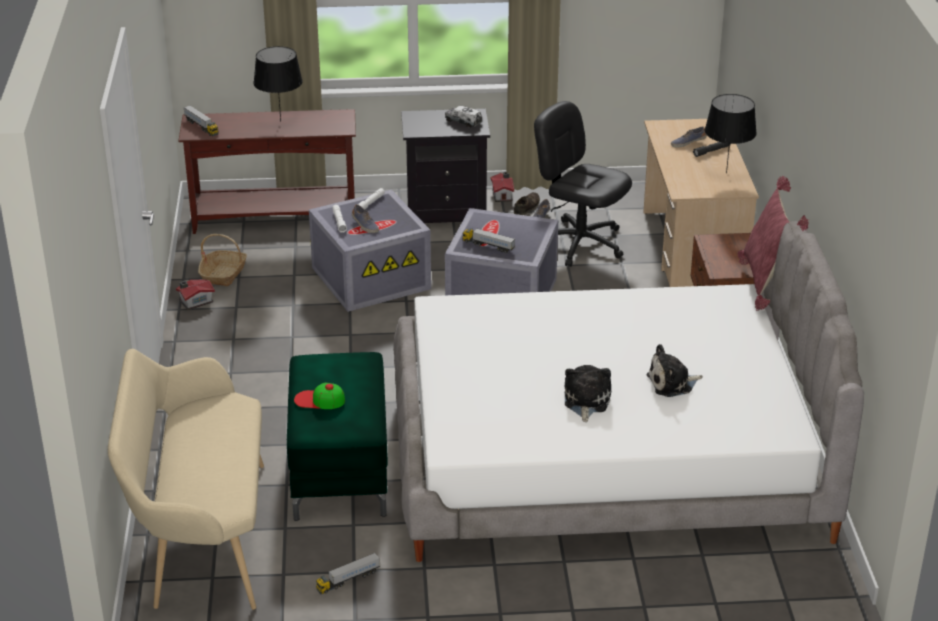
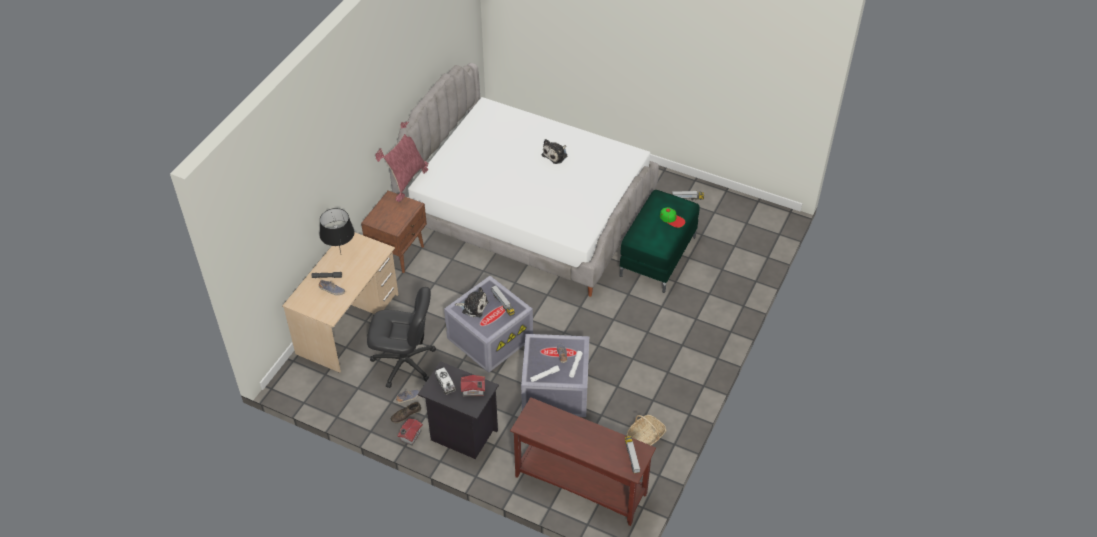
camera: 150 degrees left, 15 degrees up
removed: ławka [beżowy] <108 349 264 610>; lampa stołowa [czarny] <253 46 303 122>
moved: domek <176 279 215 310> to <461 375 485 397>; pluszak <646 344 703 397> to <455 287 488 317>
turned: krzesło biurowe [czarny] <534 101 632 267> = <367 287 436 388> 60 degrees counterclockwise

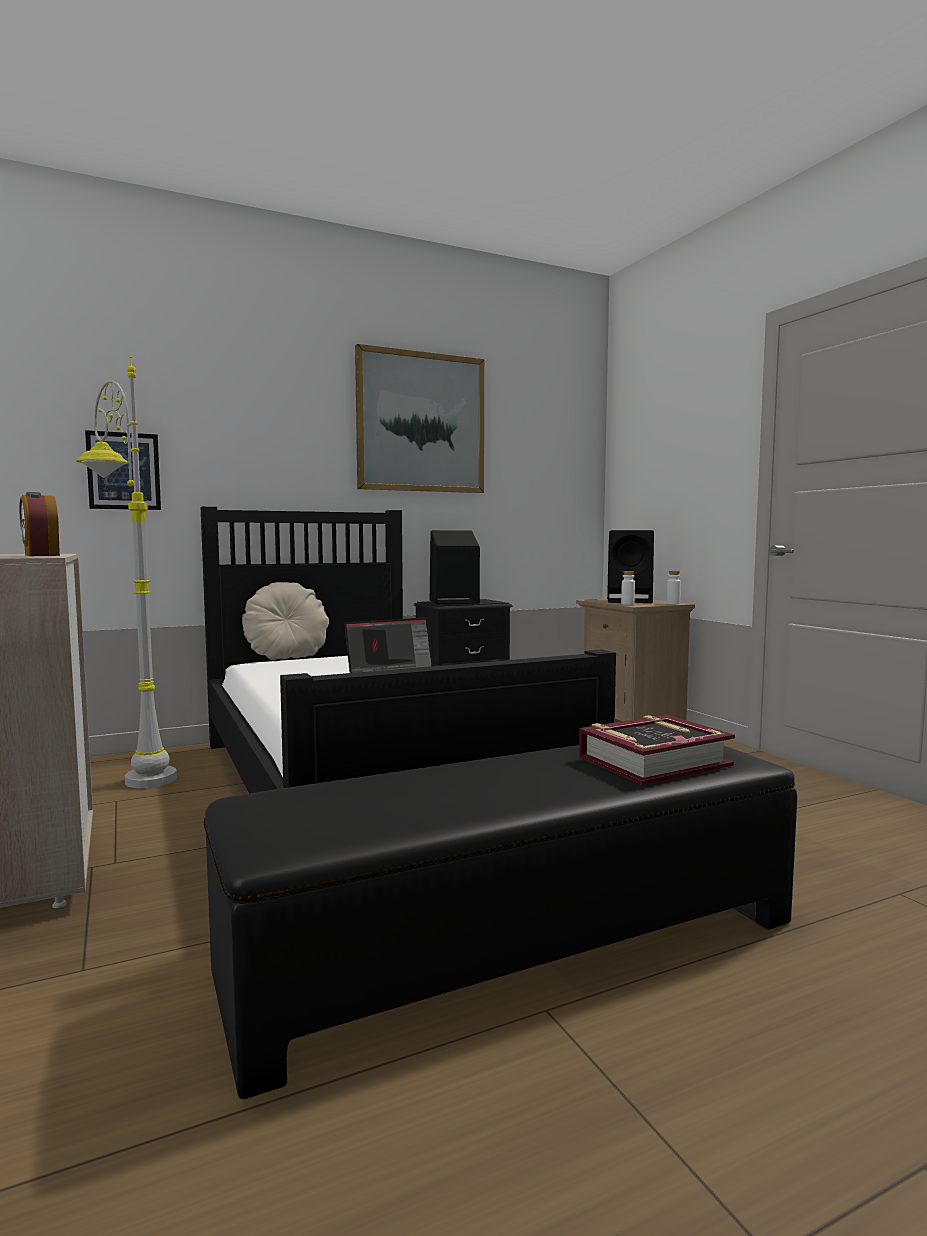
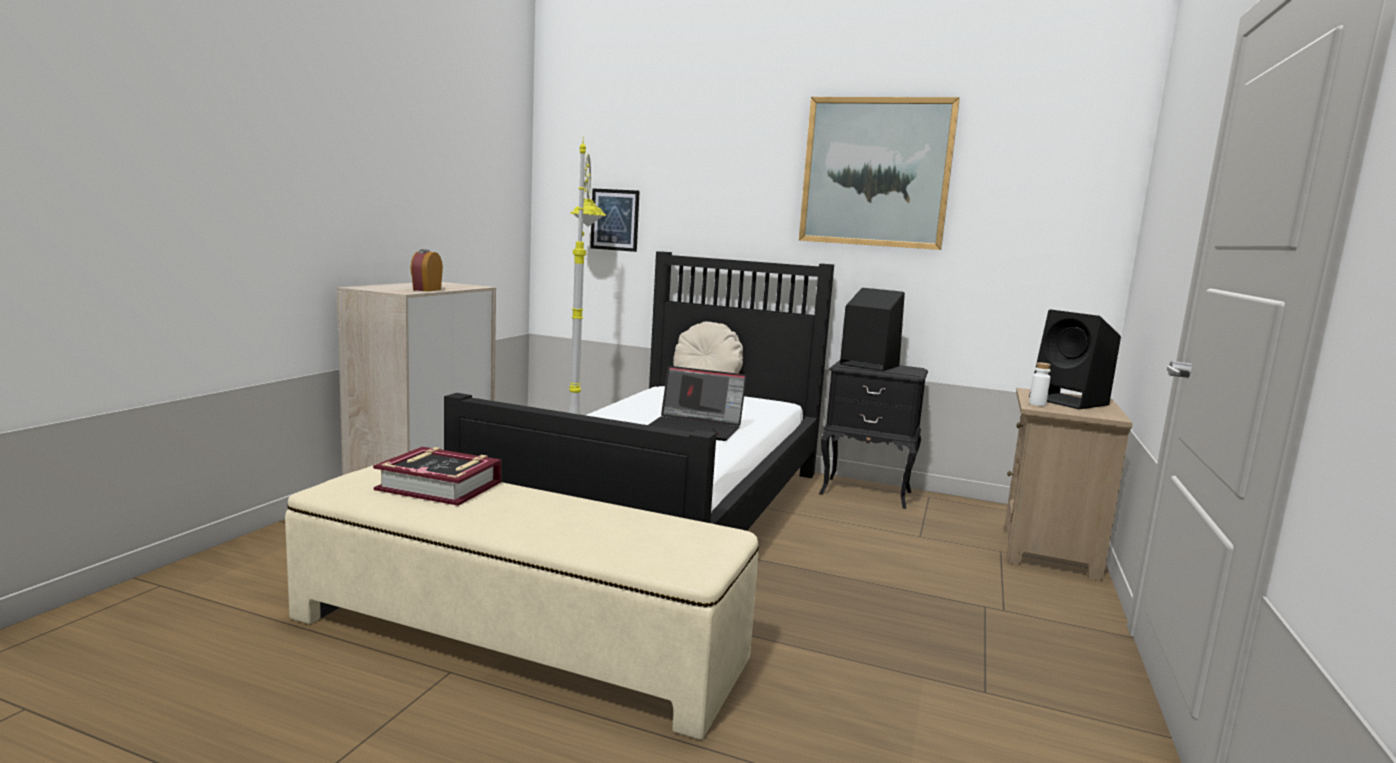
camera: 45 degrees right, 5 degrees up
removed: butelka [biały] <667 571 681 604>
moved: książka <579 715 735 785> to <373 447 501 506>
recoloured: ławka [czarny] <204 745 797 1099> to ławka [beżowy] <285 463 759 740>

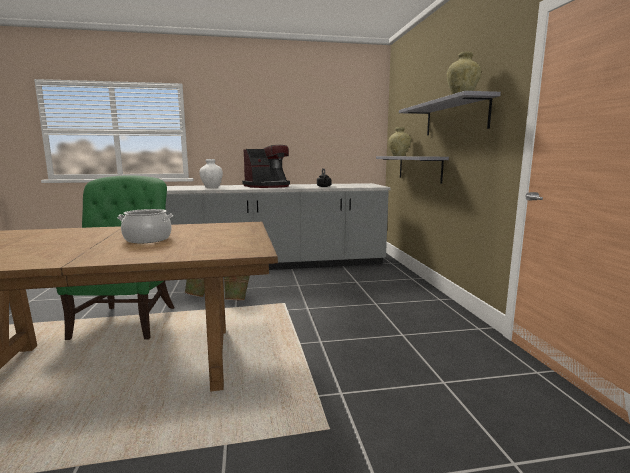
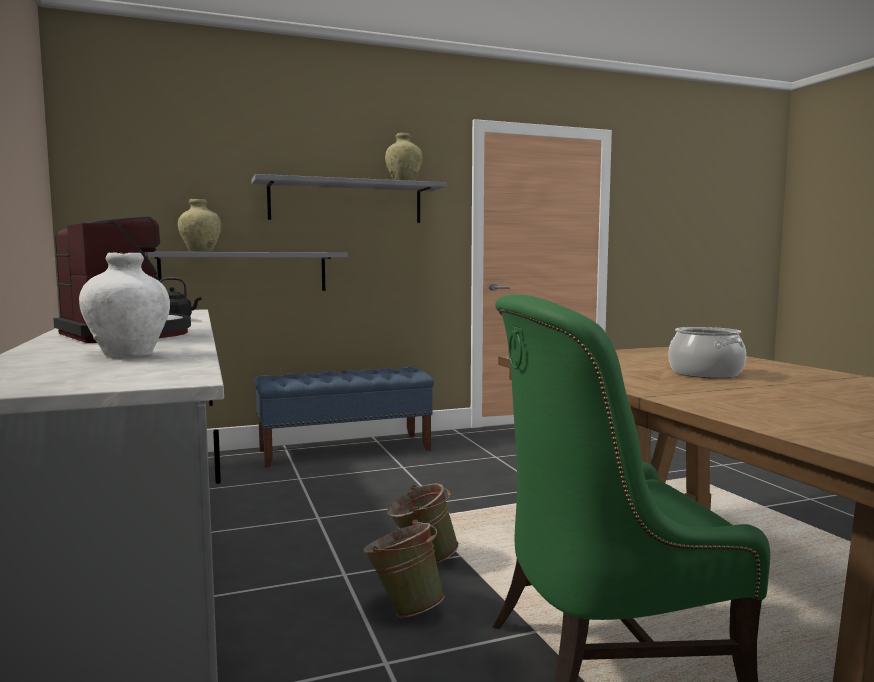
camera: 100 degrees left, 5 degrees down
added: ławka [niebieski] <254 367 434 467>

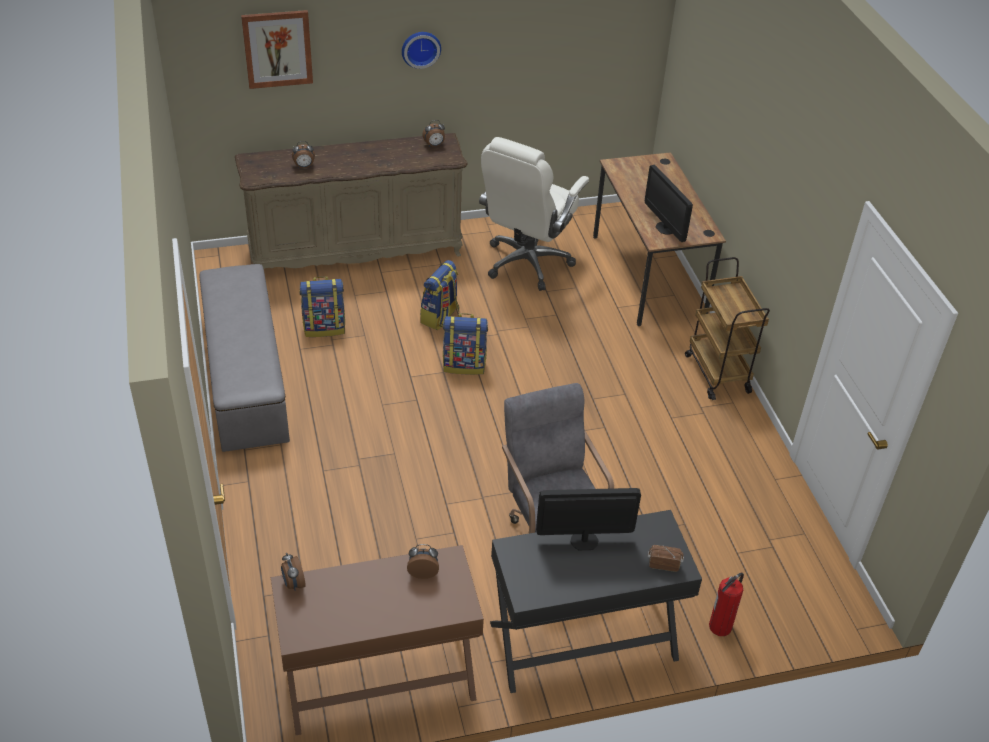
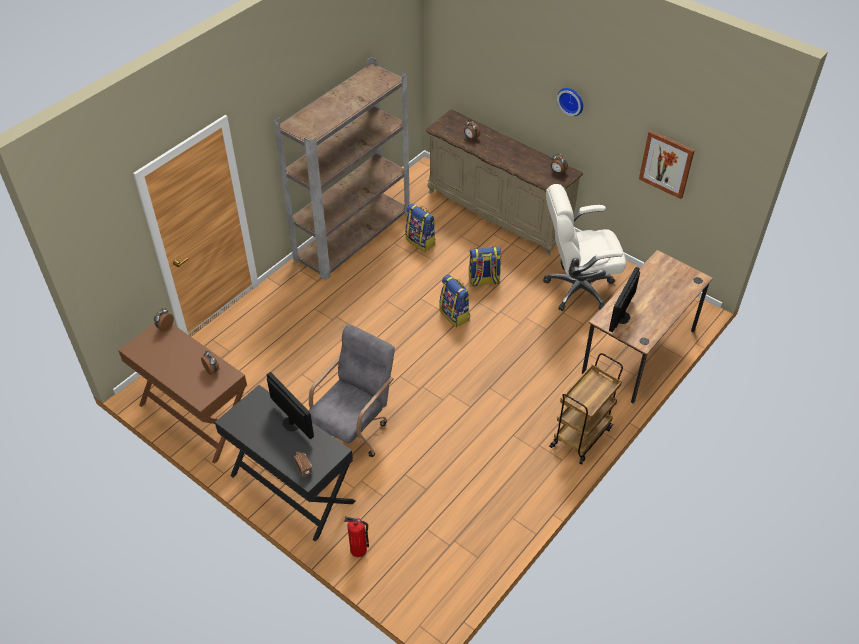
camera: 55 degrees right, 5 degrees up
moved: obraz <241 10 313 89> to <639 130 695 199>
replaced: ławka [szary] <200 264 290 452> to regał [brązowy] <273 57 410 280>

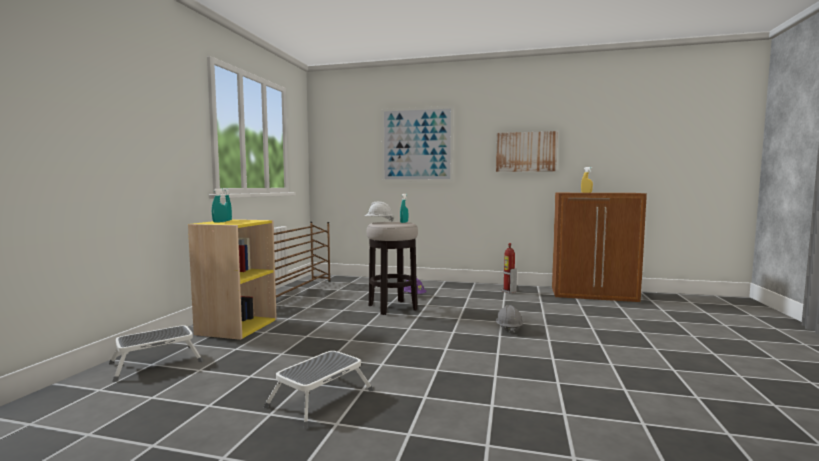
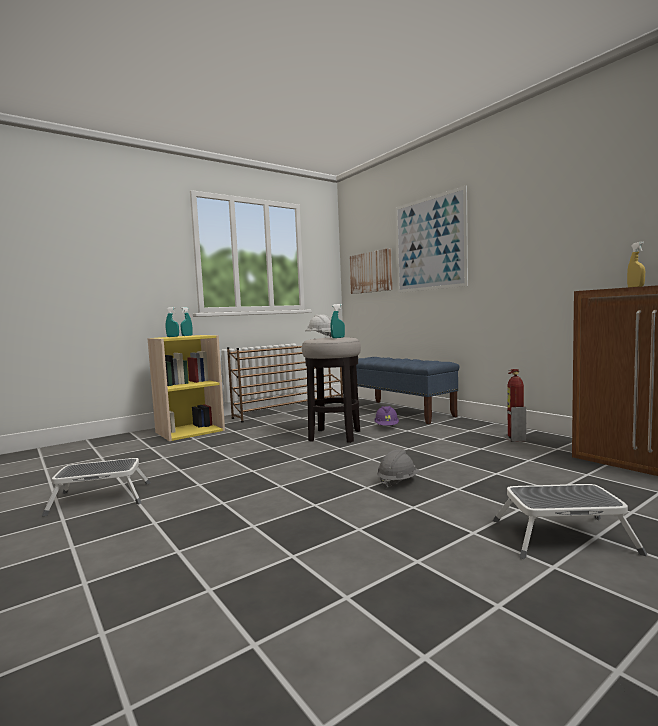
camera: 40 degrees right, 0 degrees up
added: ławka [niebieski] <356 357 459 424>
moved: drabinka [szary] <109 325 203 382> to <493 484 647 559>; obraz <496 131 558 172> to <350 248 392 294>

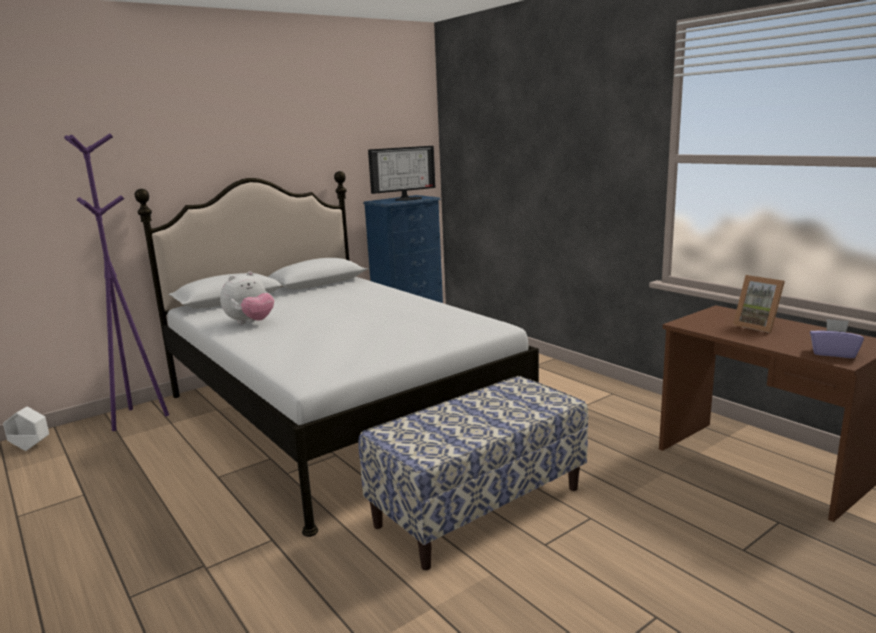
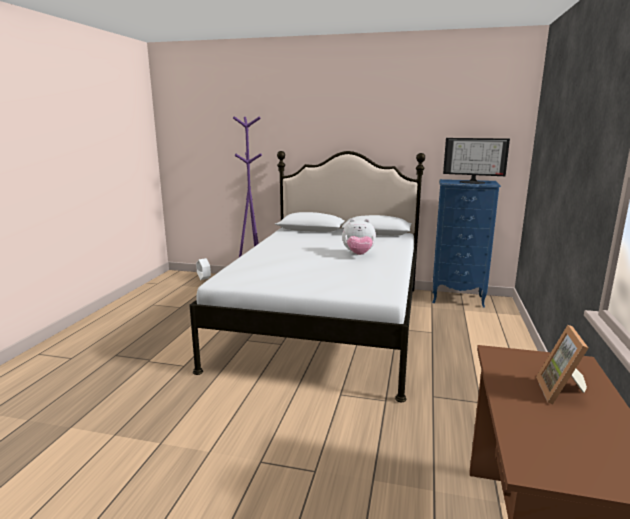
camera: 50 degrees right, 0 degrees up
removed: ławka <358 376 588 570>; pudełko chusteczek [fioletowy] <810 319 864 358>
moved: pluszak <220 271 274 324> to <342 219 376 255>

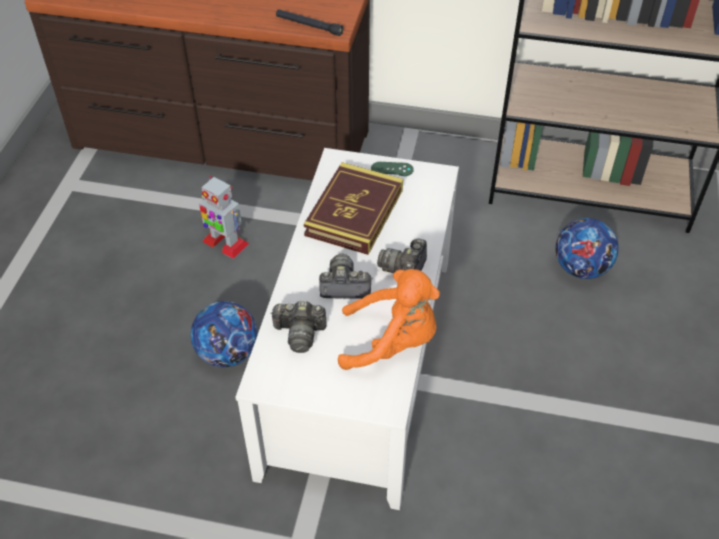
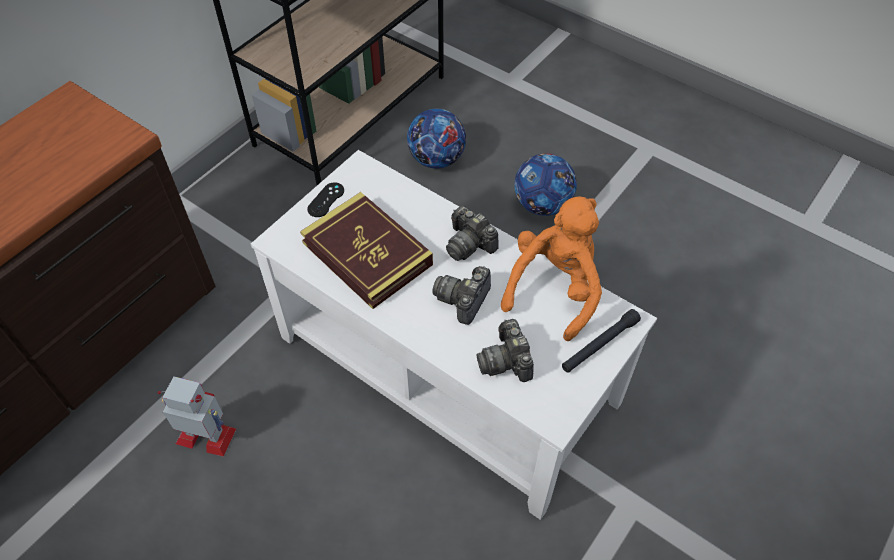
camera: 65 degrees left, 5 degrees up
moved: piłka futbolowa <191 301 258 367> to <514 153 577 216>; latarka [czarny] <276 9 343 36> to <562 309 641 373>
recoloured: pad do gier [zielony] <371 162 414 176> to pad do gier [czarny] <307 182 344 217>
turned: robot zabawkowy <199 176 249 259> = <158 376 236 457> 135 degrees counterclockwise; aparat fotograficzny <270 301 326 353> = <477 319 534 382> 135 degrees clockwise

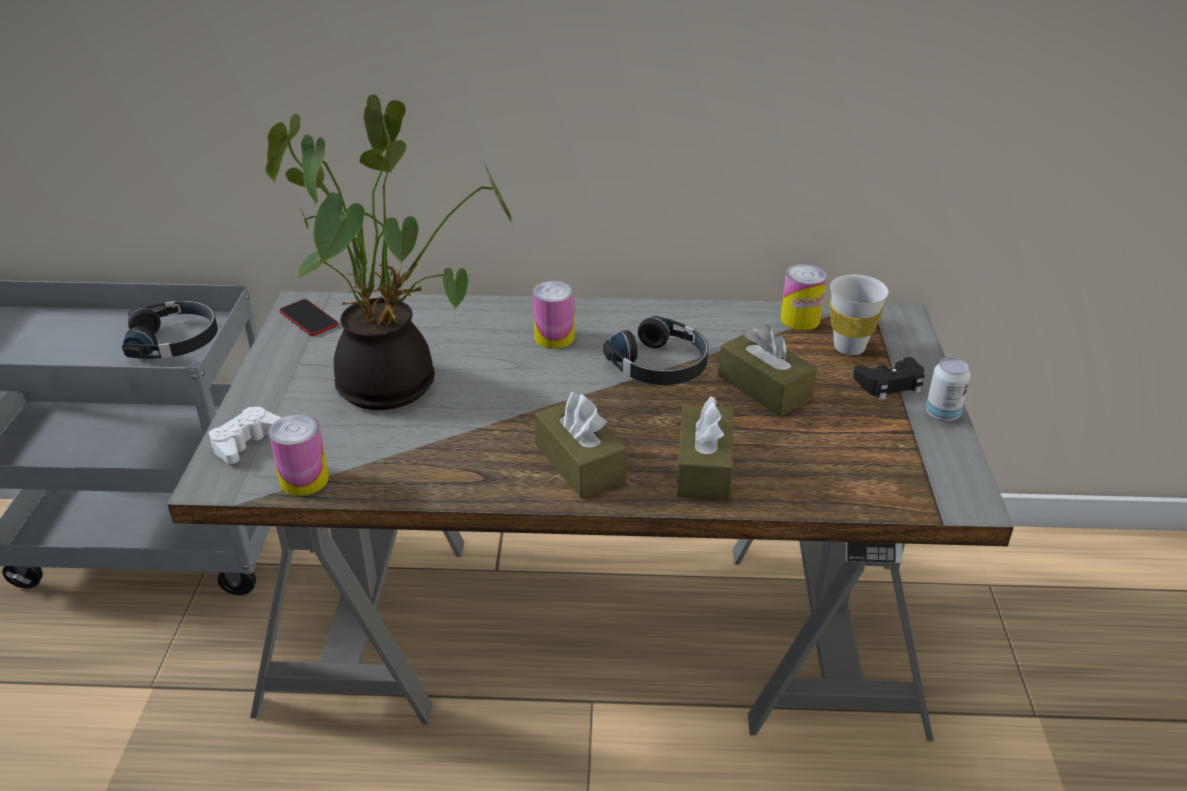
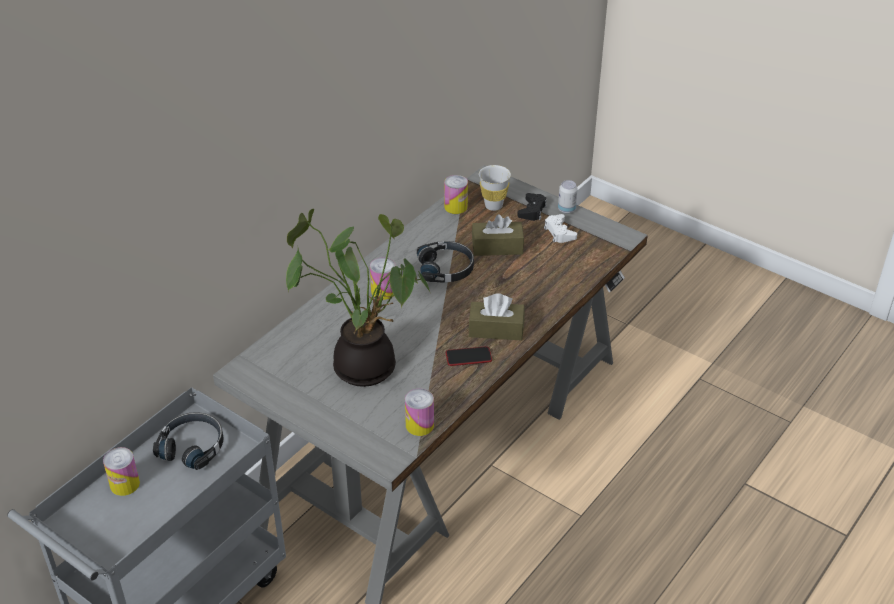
camera: 55 degrees left, 5 degrees up
removed: pudełko chusteczek [brązowy] <676 396 733 501>
added: puszka <103 447 140 496>
moved: pad do gier [biały] <209 407 281 464> to <544 214 577 243>; telefon <279 299 338 336> to <446 346 492 366>

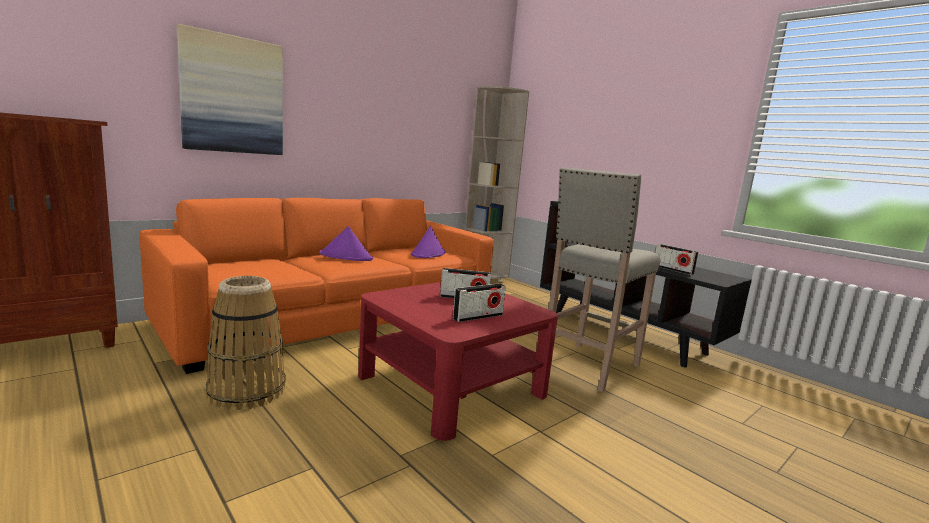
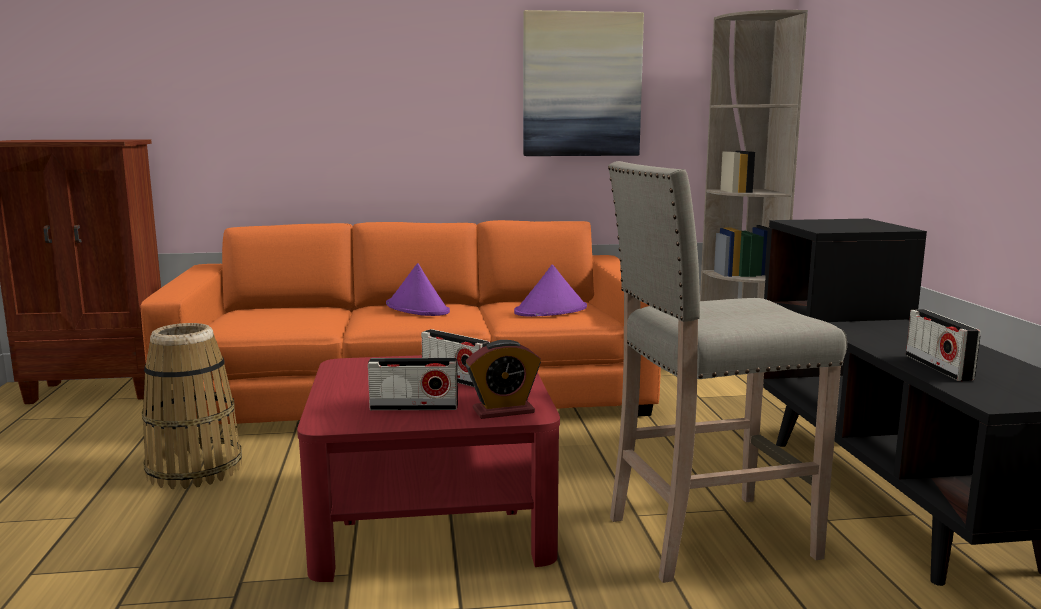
camera: 35 degrees right, 0 degrees up
added: budzik <465 340 541 419>
moved: obraz <177 24 283 155> to <523 10 644 156>

